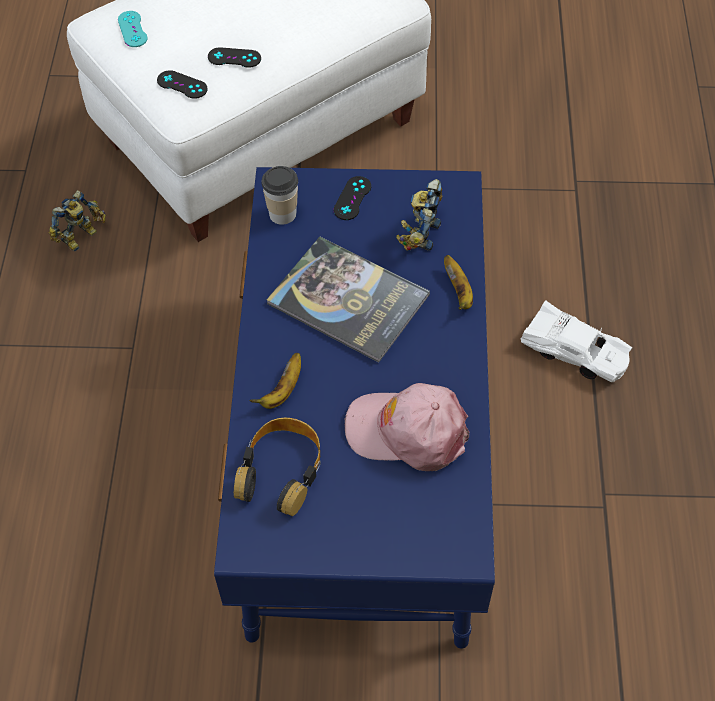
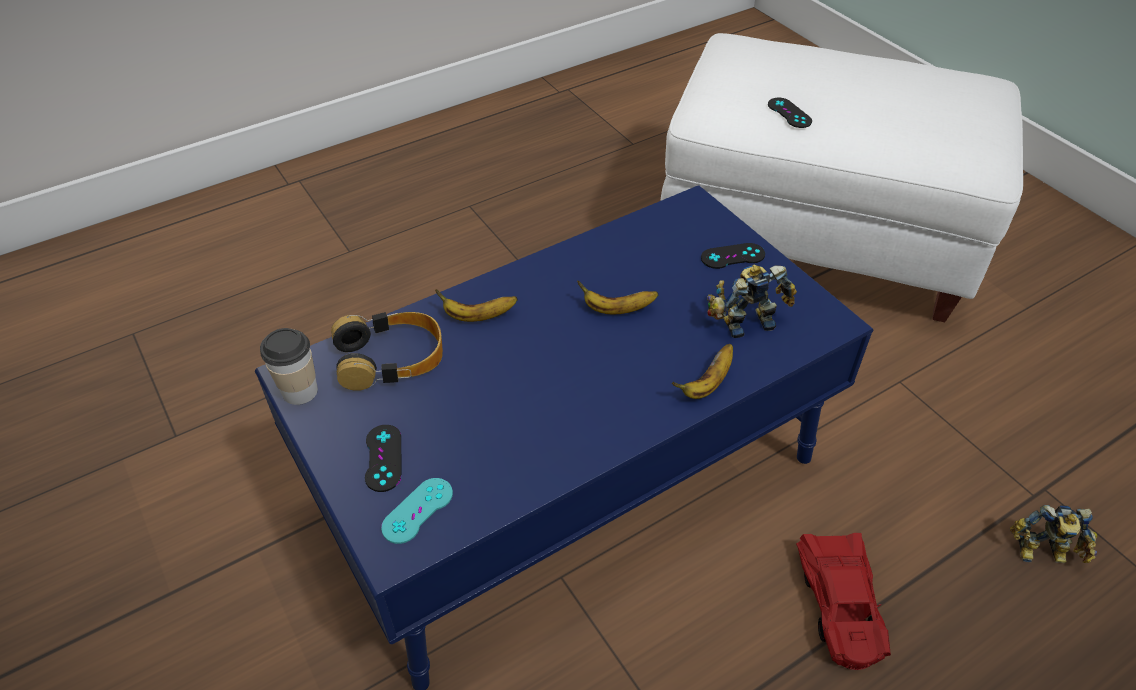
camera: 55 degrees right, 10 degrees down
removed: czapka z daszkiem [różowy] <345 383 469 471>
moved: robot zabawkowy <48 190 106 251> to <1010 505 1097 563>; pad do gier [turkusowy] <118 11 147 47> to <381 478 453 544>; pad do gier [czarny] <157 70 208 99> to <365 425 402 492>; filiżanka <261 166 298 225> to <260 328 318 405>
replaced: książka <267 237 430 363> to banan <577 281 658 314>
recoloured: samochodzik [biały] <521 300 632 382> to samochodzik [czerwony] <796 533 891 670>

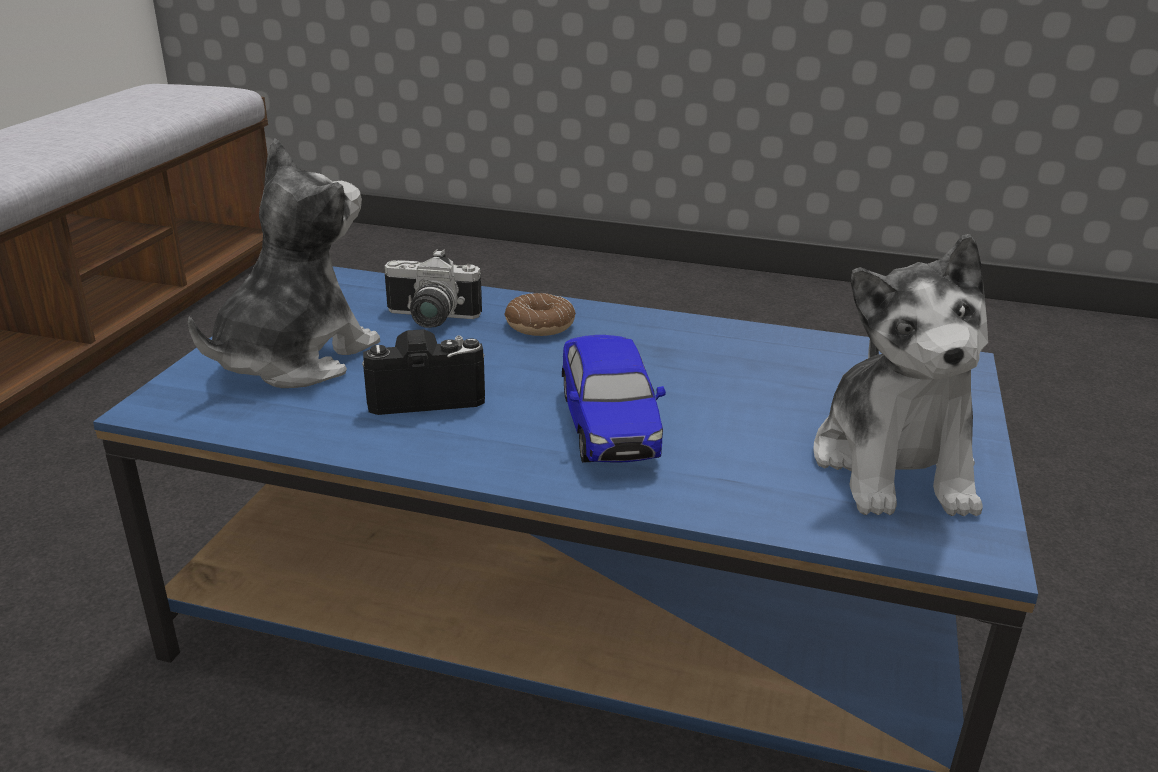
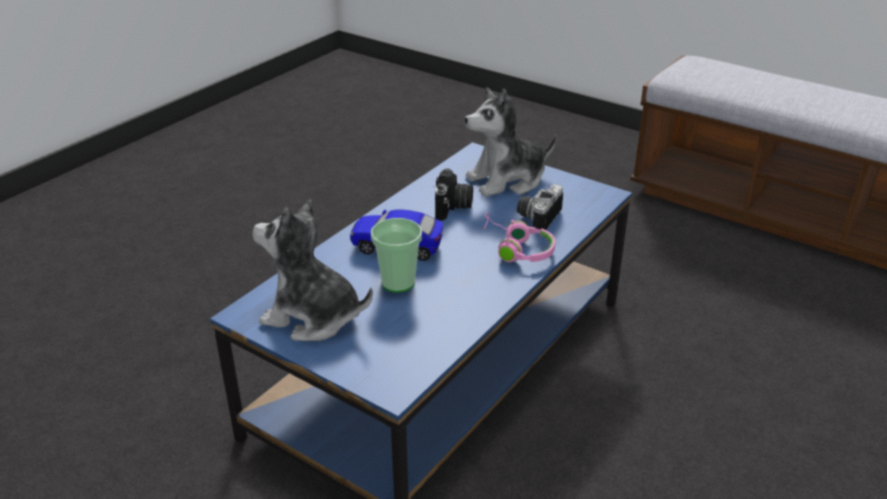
camera: 110 degrees right, 5 degrees up
added: filiżanka <371 218 422 293>
replaced: donut <504 293 576 336> to słuchawki [różowy] <482 212 555 262>
turned: pluszak <188 138 380 388> = <464 88 557 197> 105 degrees clockwise

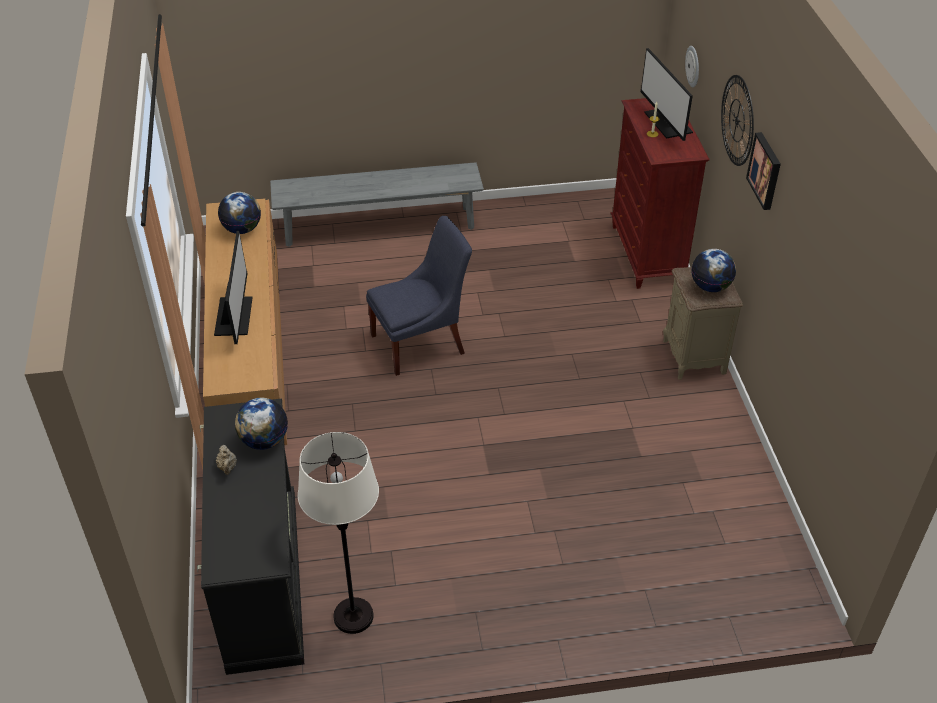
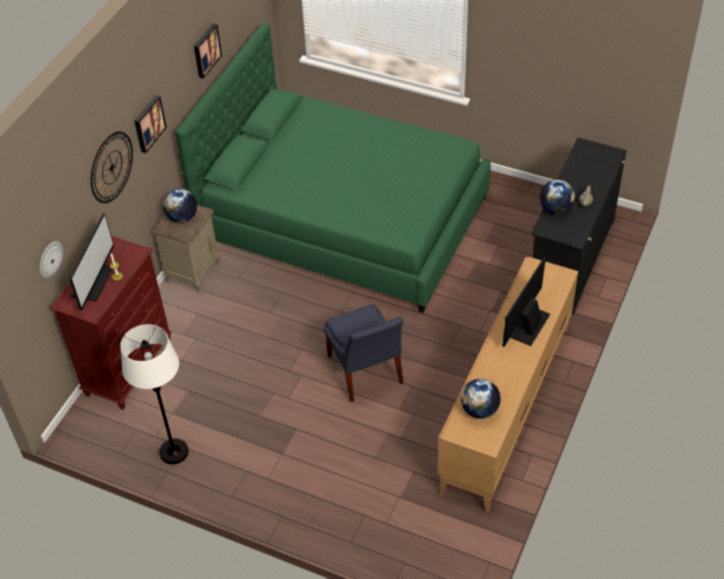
camera: 145 degrees left, 5 degrees up
removed: ławka [szary] <270 162 484 247>
added: łóżko [zielony] <175 23 491 313>; obraz <194 23 222 79>
moved: lampa stojąca [biały] <298 432 379 634> to <120 324 189 464>
turned: krzesło [niebieski] <366 216 472 376> = <324 304 404 402> 120 degrees counterclockwise

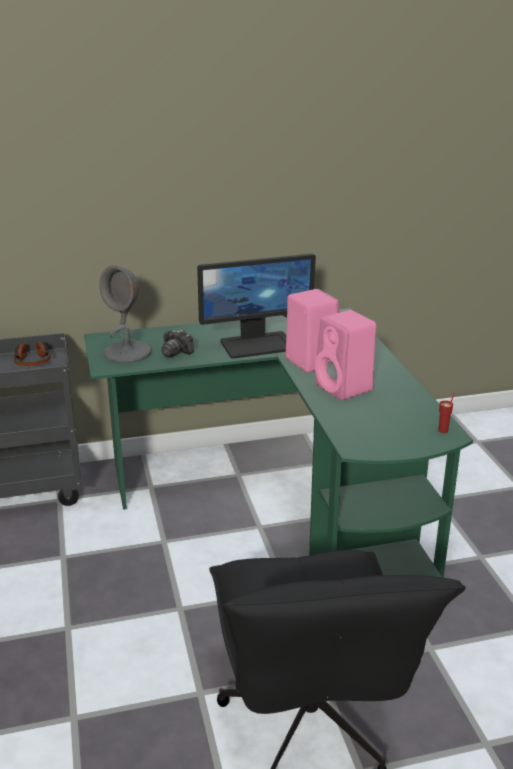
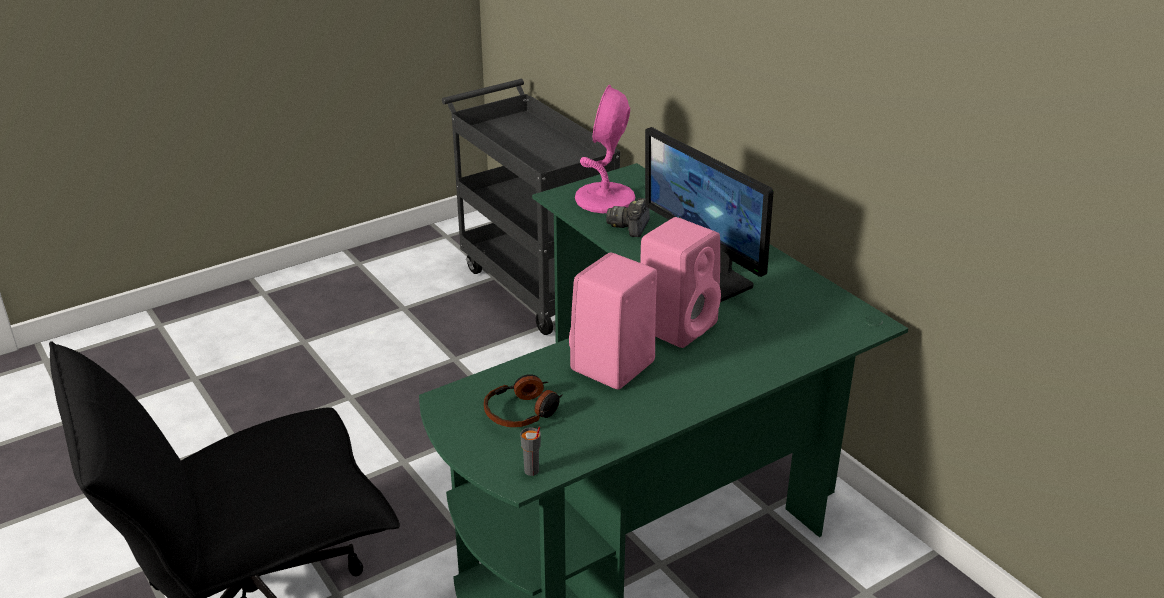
camera: 70 degrees right, 5 degrees up
moved: słuchawki <14 342 51 366> to <484 374 563 427>
recoloured: lampa stołowa [szary] <99 265 151 363> to lampa stołowa [różowy] <575 85 635 213>; filiżanka [czerwony] <438 393 455 433> to filiżanka [szary] <520 427 541 476>

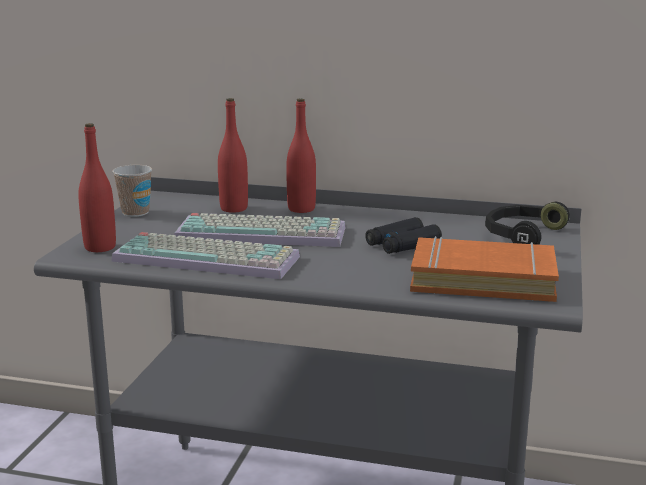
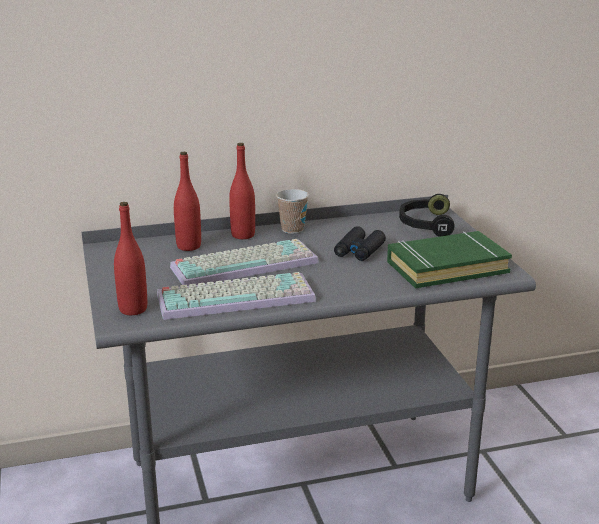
camera: 30 degrees left, 5 degrees up
moved: filiżanka <112 165 152 217> to <276 189 309 234>
recoloured: książka [pomarańczowy] <410 236 559 302> to książka [zielony] <387 231 512 288>

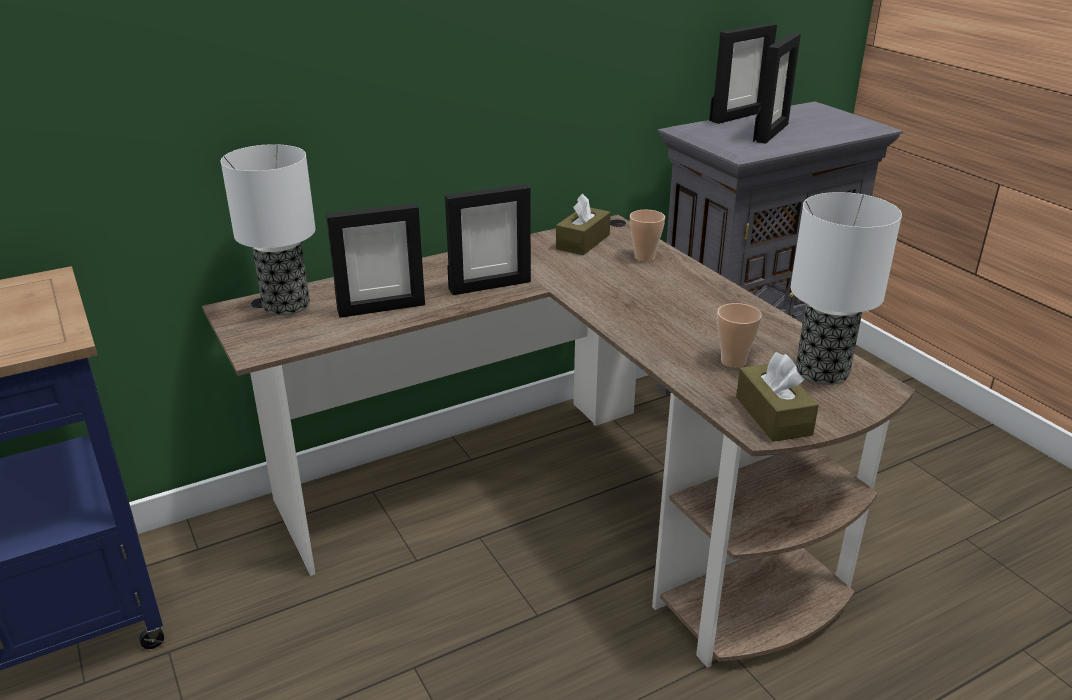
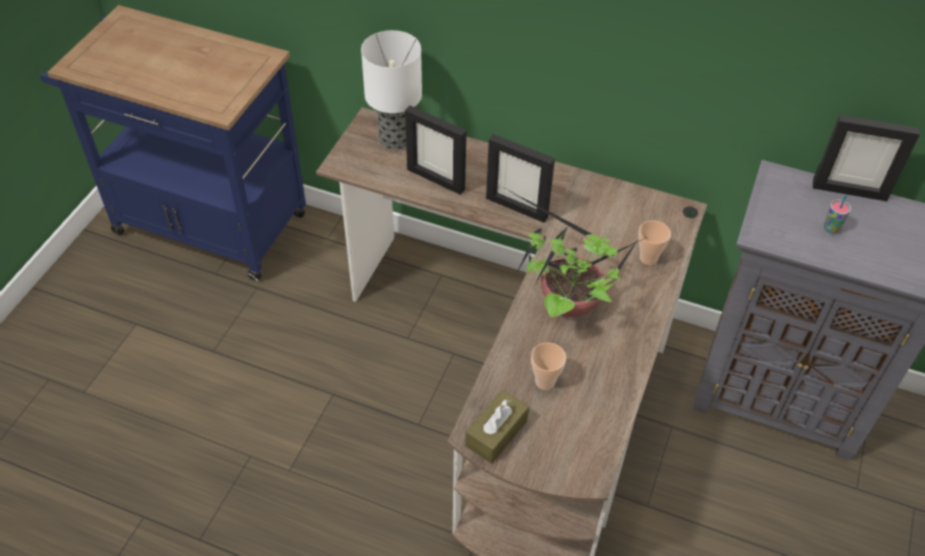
camera: 50 degrees right, 20 degrees up
removed: pudełko chusteczek [brązowy] <556 194 611 255>; lampa stołowa <791 192 902 385>
added: roślina doniczkowa <506 189 647 317>
replaced: ramka na zdjęcie <753 33 801 144> to filiżanka <824 195 851 234>

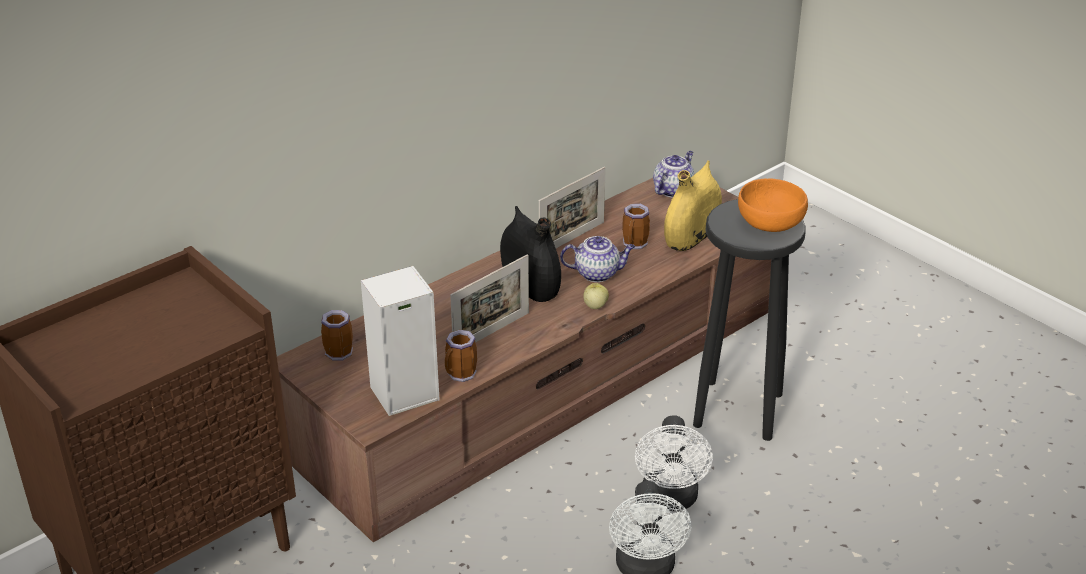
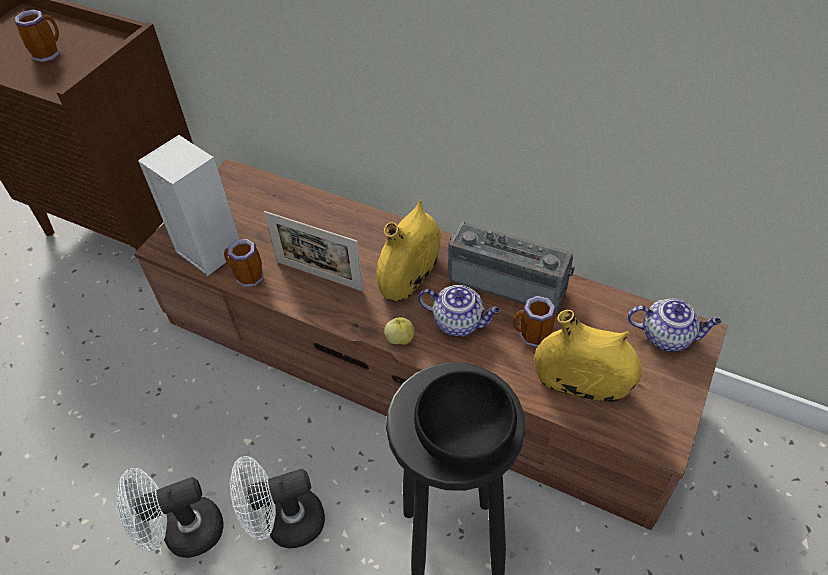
camera: 70 degrees right, 15 degrees up
moved: kubek <321 310 353 360> to <15 10 59 62>
replaced: ramka na zdjęcie <539 166 606 248> to radio <448 222 575 313>
recoloured: wazon [czarny] <500 206 561 302> to wazon [żółty] <376 199 441 302>; miska [pomarańczowy] <738 178 808 232> to miska [czarny] <414 371 517 470>
turned: imbryk <560 236 635 282> = <418 285 500 337> 45 degrees counterclockwise

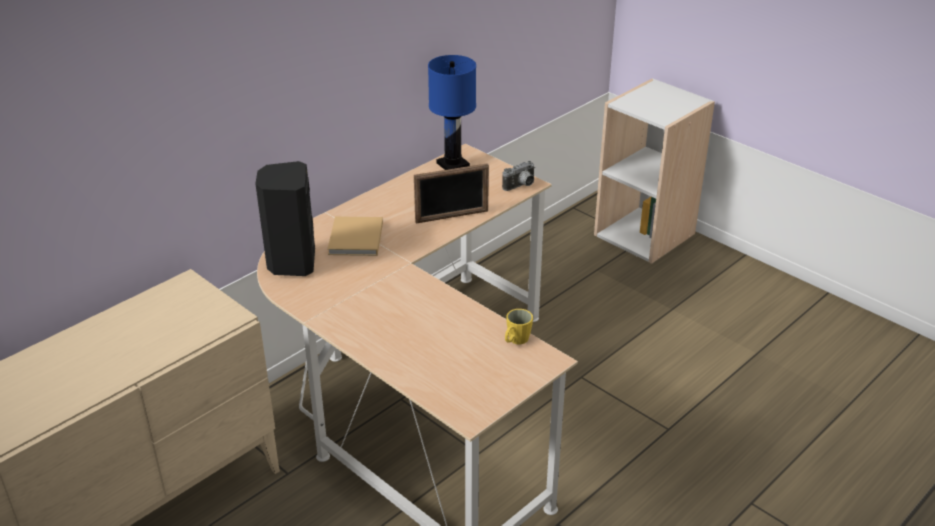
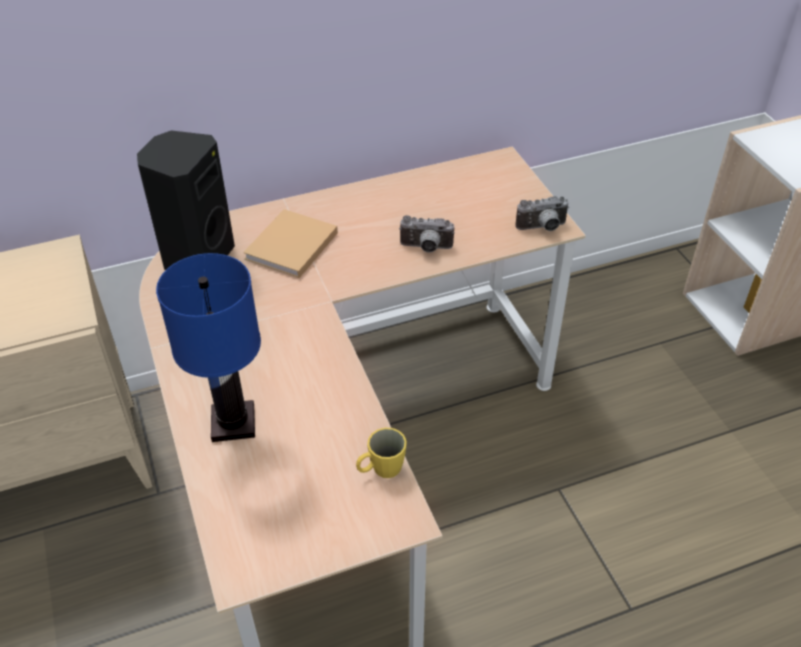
camera: 25 degrees right, 10 degrees up
moved: lampa stołowa [niebieski] <428 55 476 170> to <156 253 261 442>
replaced: ramka na zdjęcie <414 163 489 223> to aparat fotograficzny <399 215 454 253>

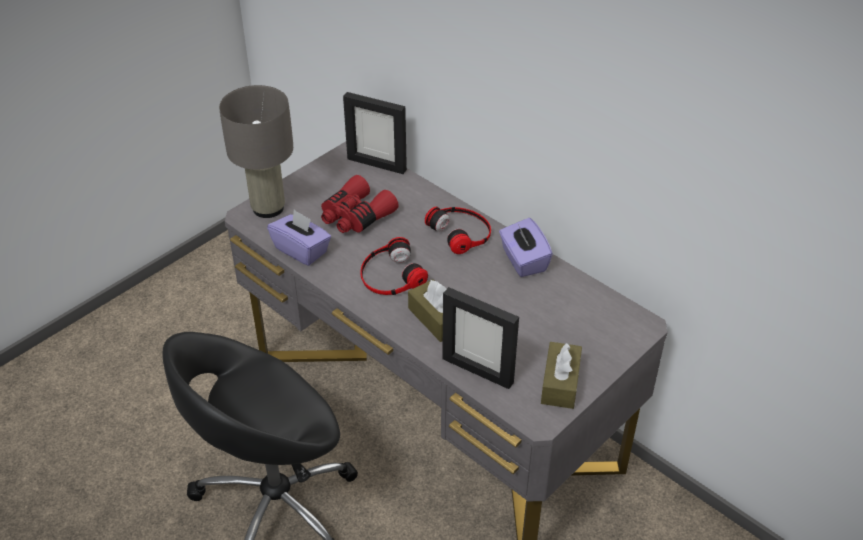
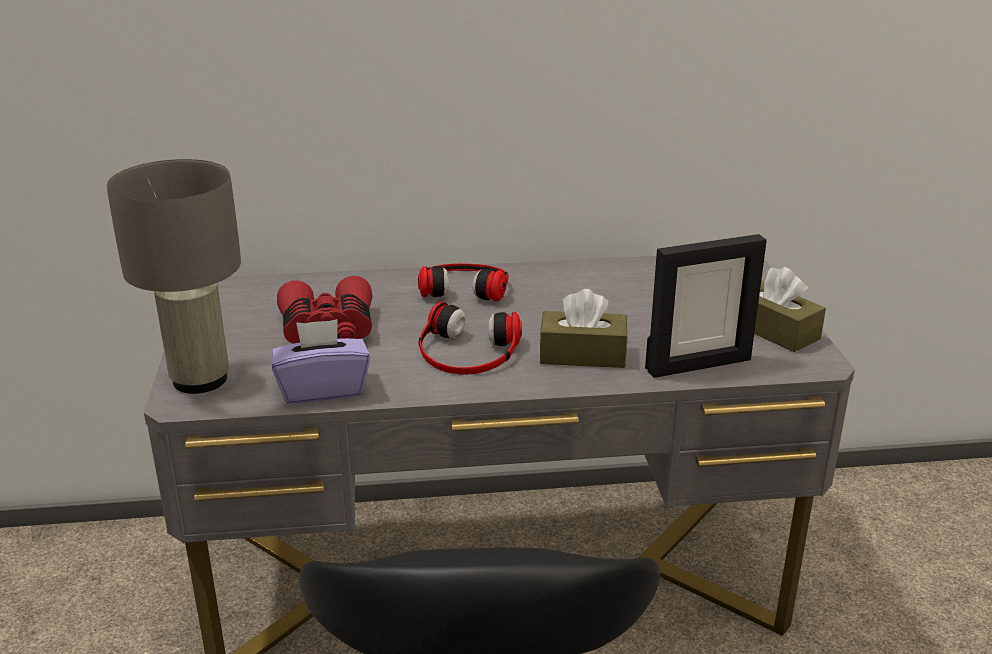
camera: 50 degrees left, 15 degrees down
removed: ramka na zdjęcie <343 92 407 174>; pudełko chusteczek [fioletowy] <499 218 553 277>

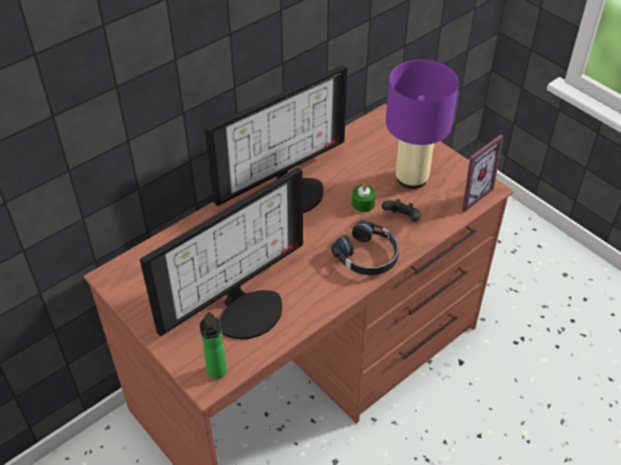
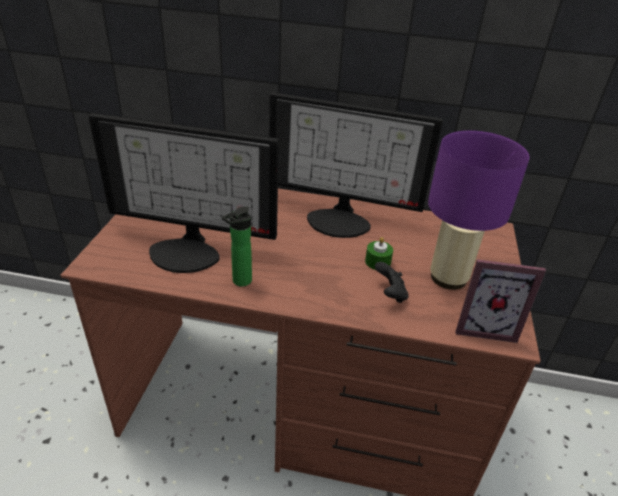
camera: 50 degrees right, 10 degrees down
removed: słuchawki [czarny] <331 220 399 275>
moved: butelka <200 312 227 379> to <222 207 252 287>

